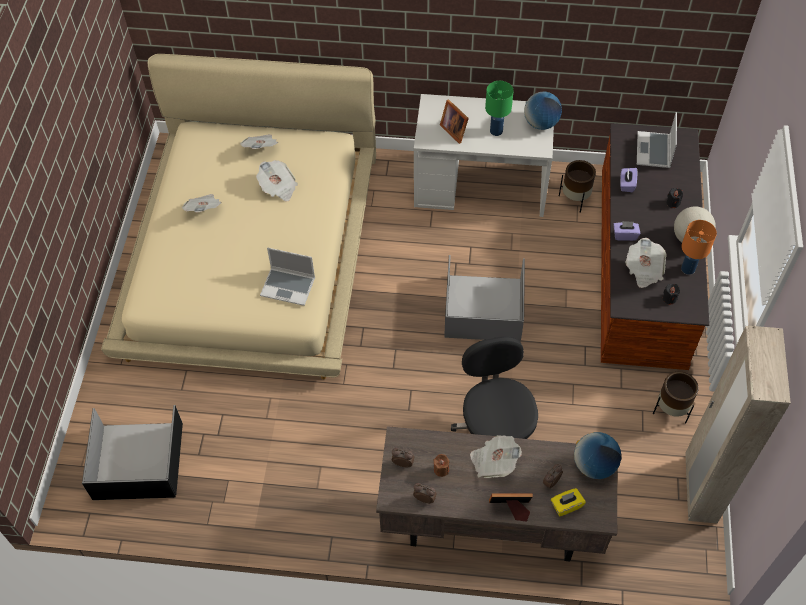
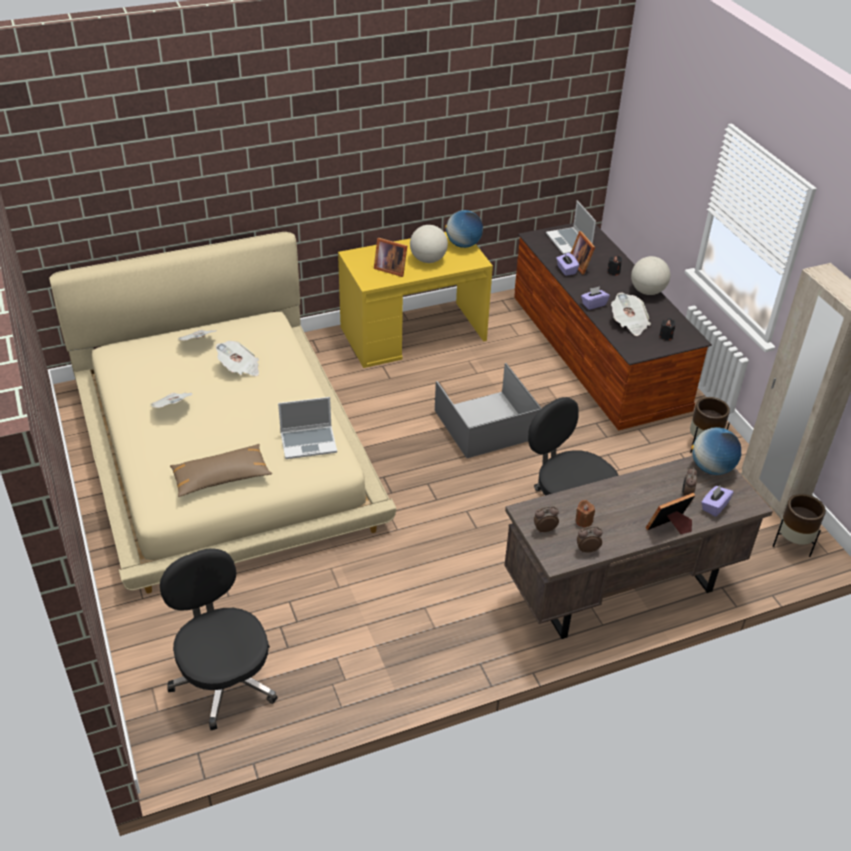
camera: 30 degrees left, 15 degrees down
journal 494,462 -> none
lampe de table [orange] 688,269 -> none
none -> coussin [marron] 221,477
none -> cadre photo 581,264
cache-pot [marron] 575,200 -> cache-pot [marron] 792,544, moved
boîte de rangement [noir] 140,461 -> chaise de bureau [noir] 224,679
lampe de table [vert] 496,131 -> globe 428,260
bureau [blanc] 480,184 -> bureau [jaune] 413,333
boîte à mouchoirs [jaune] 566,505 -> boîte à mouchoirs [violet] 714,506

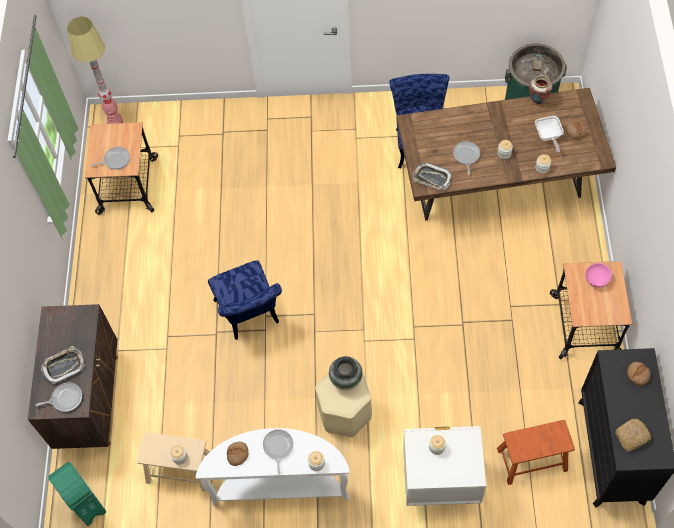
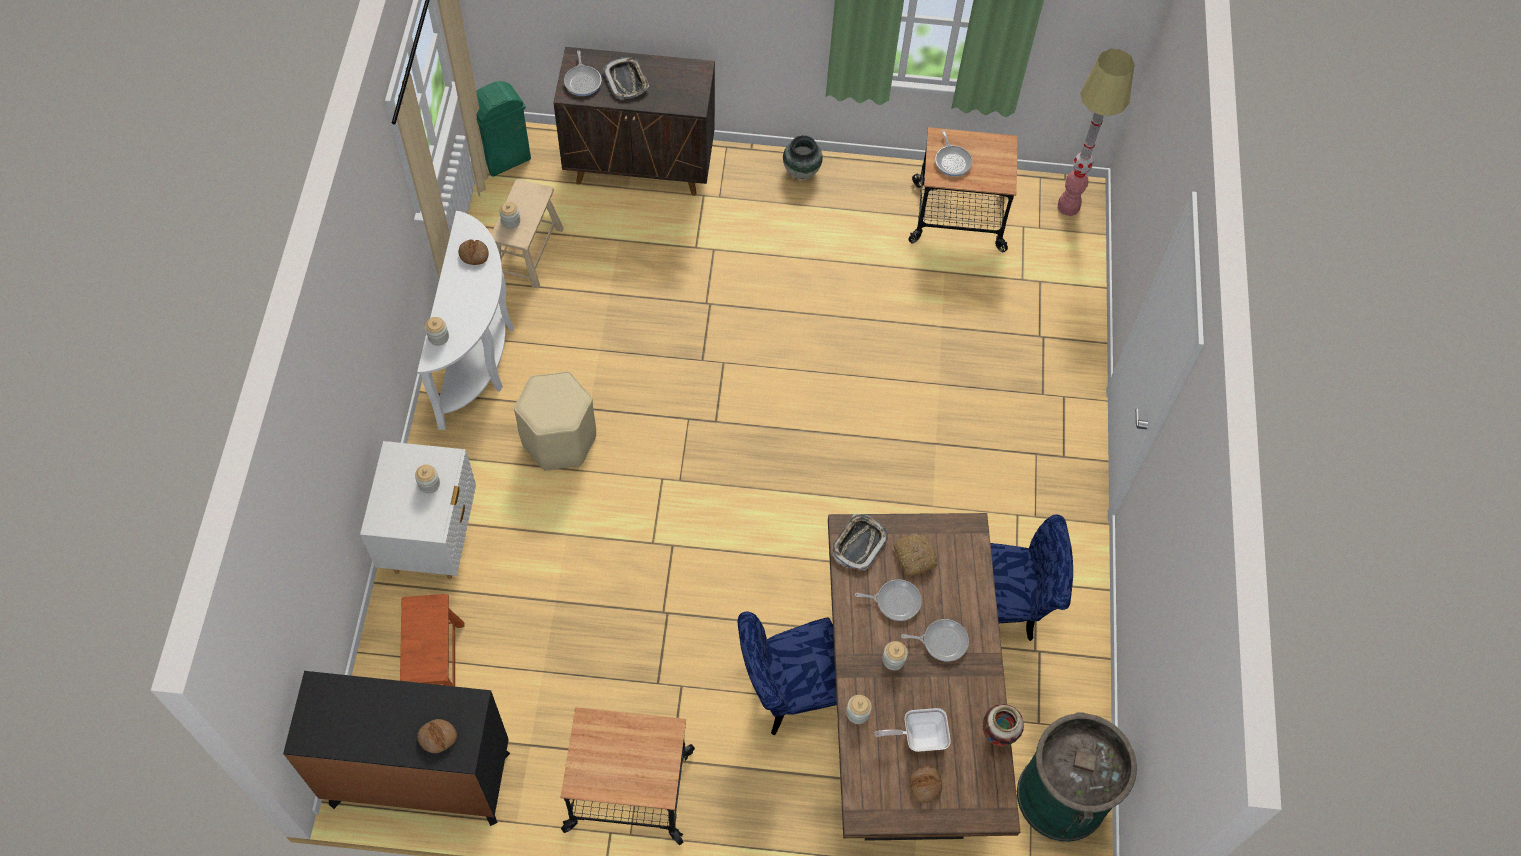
camera: 90 degrees right, 0 degrees up
bol [rose] 597,279 -> none
chaise [bleu] 249,316 -> chaise [bleu] 790,692, moved
poêle 277,447 -> poêle 942,641, moved
vase 345,380 -> vase 801,171, moved
pain 631,437 -> pain 914,557, moved

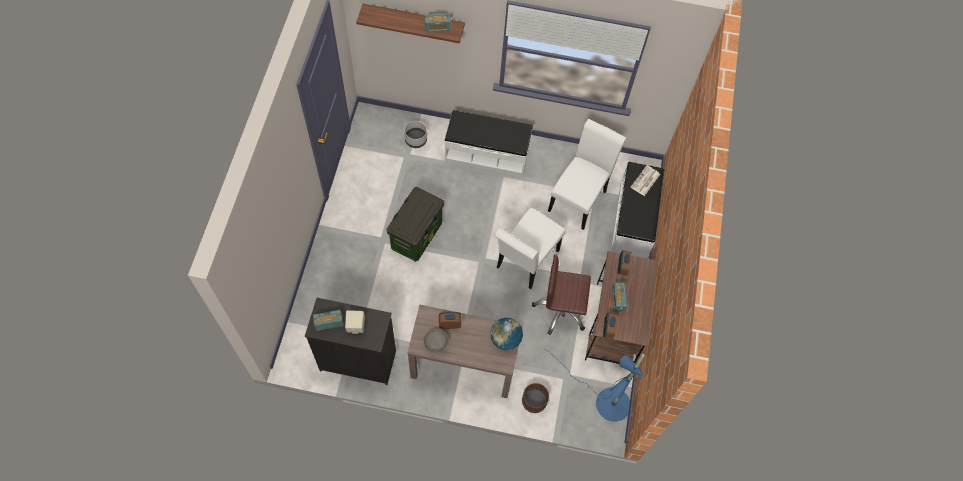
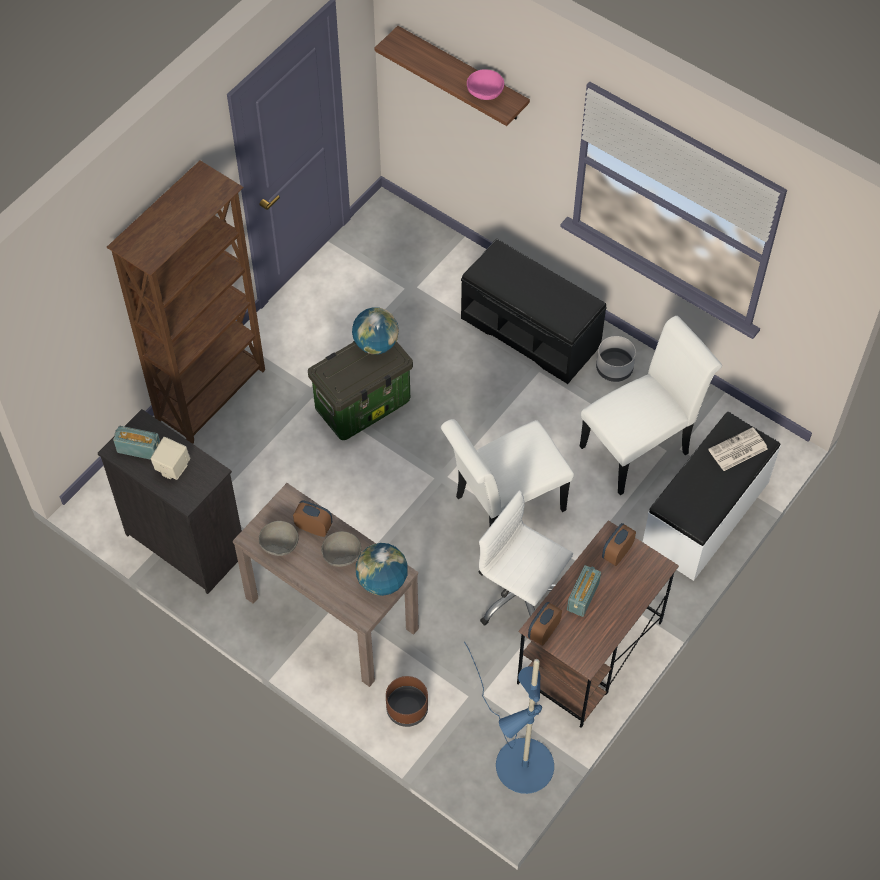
camera: 30 degrees right, 5 degrees down
none -> bibliothèque [marron] 212,395
none -> bol [gris] 342,555
none -> globe 376,344
cache-pot [gris] 416,139 -> cache-pot [gris] 614,368, moved
radio 437,27 -> bol [rose] 485,93
banc [blanc] 487,155 -> banc [noir] 531,331
chaise de bureau [marron] 561,310 -> chaise de bureau [blanc] 520,597

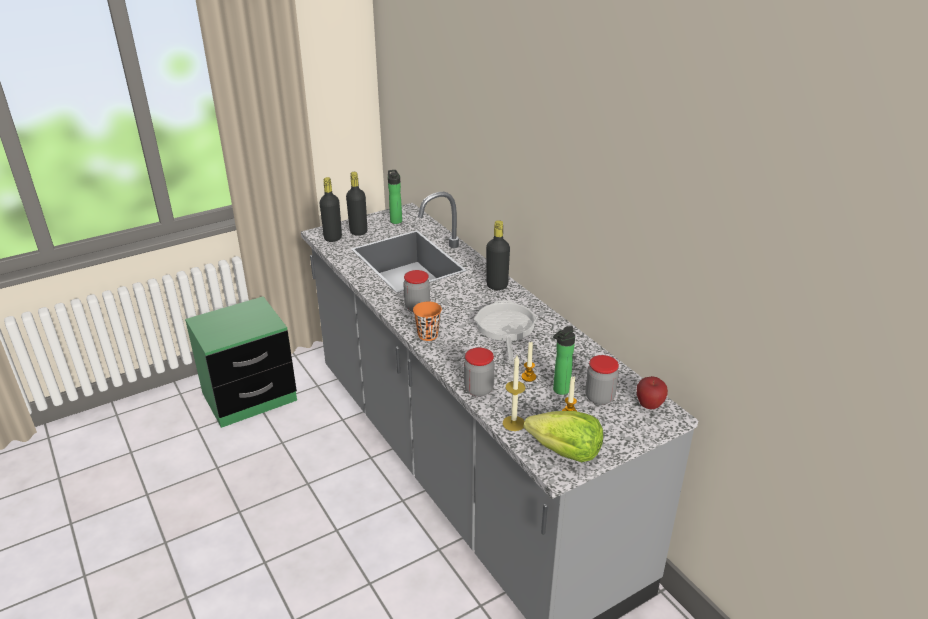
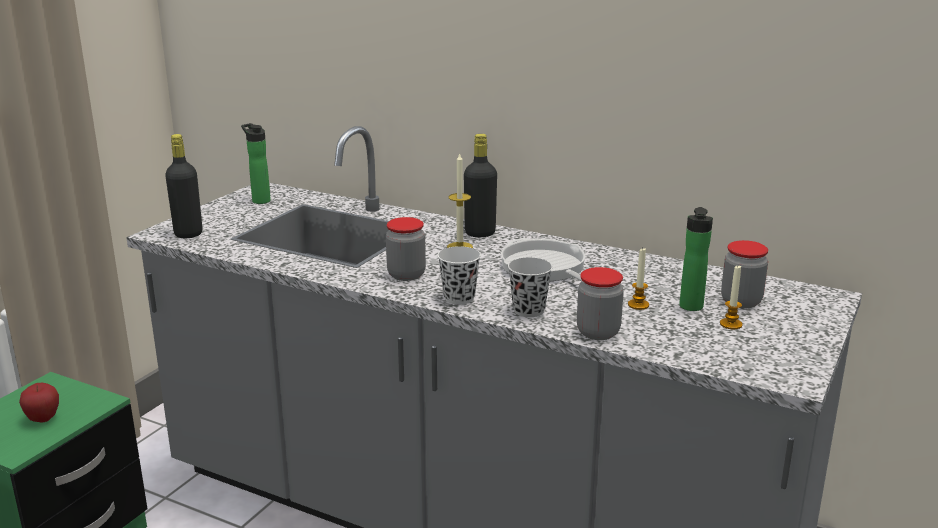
camera: 30 degrees left, 10 degrees down
bouteille [noir] 358,232 -> none
laitue 565,452 -> none
none -> tasse [noir] 528,310
bougie 513,423 -> bougie 459,247, moved
pomme 649,405 -> pomme 43,419, moved
tasse [orange] 428,335 -> tasse [blanc] 459,298

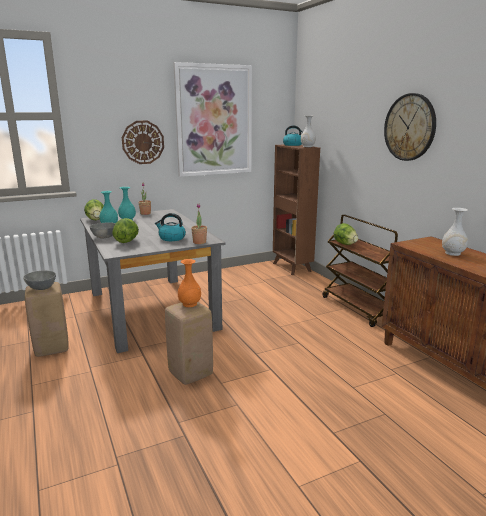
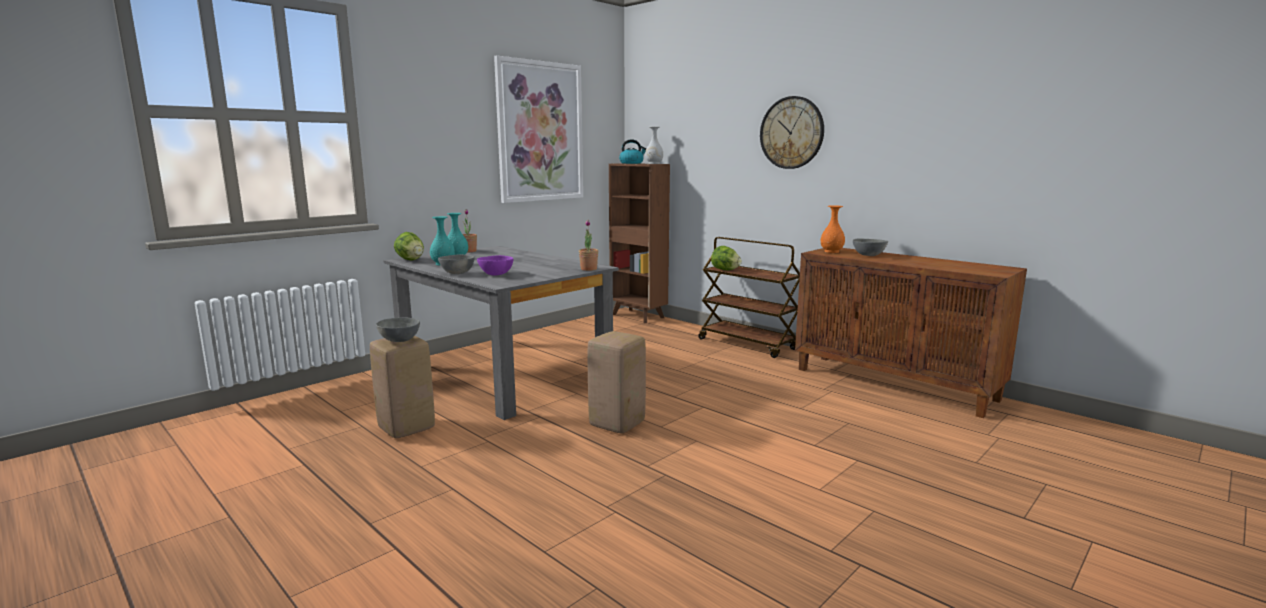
camera: 20 degrees left, 5 degrees down
horloge murale 143,142 -> none
bouilloire 171,238 -> none
vase [orange] 190,304 -> vase [orange] 832,252, moved
laitue 127,241 -> bol [violet] 495,274
vase [blanc] 452,253 -> bol [gris] 869,255

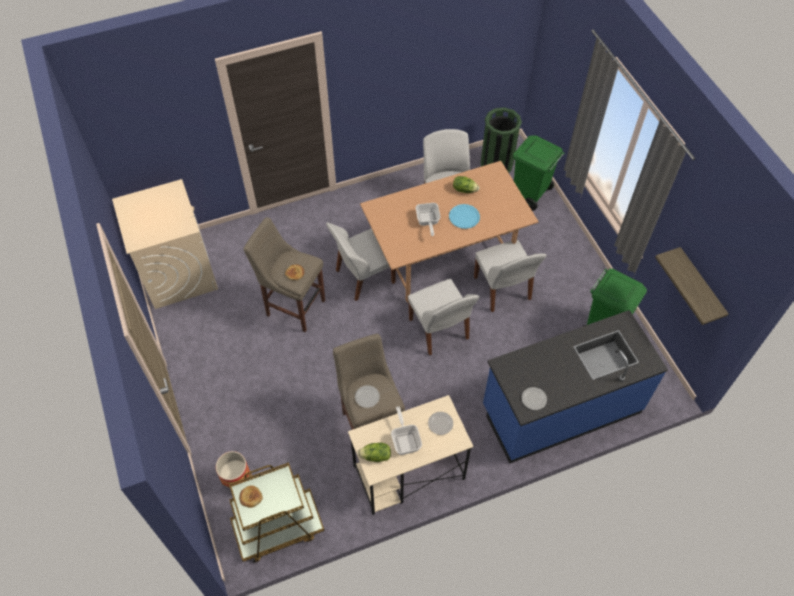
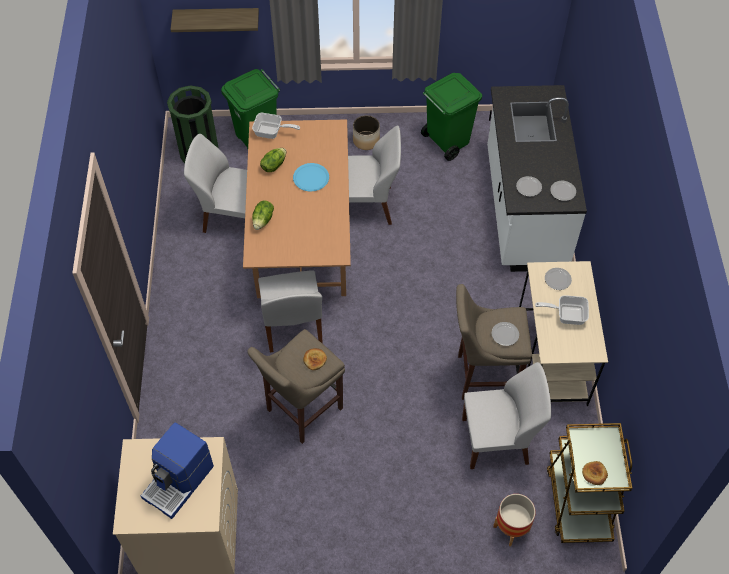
camera: 70 degrees left, 0 degrees up
none -> machine à café 179,482
none -> cache-pot 366,140
none -> assiette 528,187
laitue 376,456 -> laitue 263,220, moved
chaise [blanc] 439,330 -> chaise [blanc] 497,441, moved
poêle 427,222 -> poêle 271,132, moved
étagère 699,287 -> étagère 217,19, moved
comptoir de cuisine [bleu] 560,409 -> comptoir de cuisine [blanc] 523,209

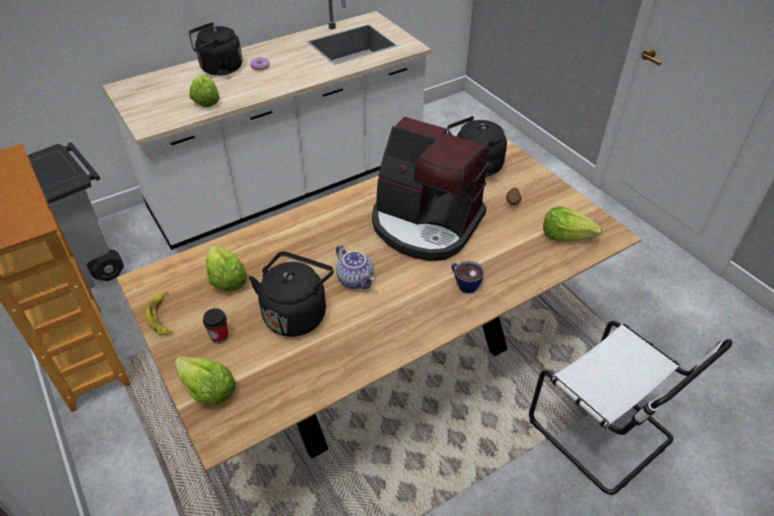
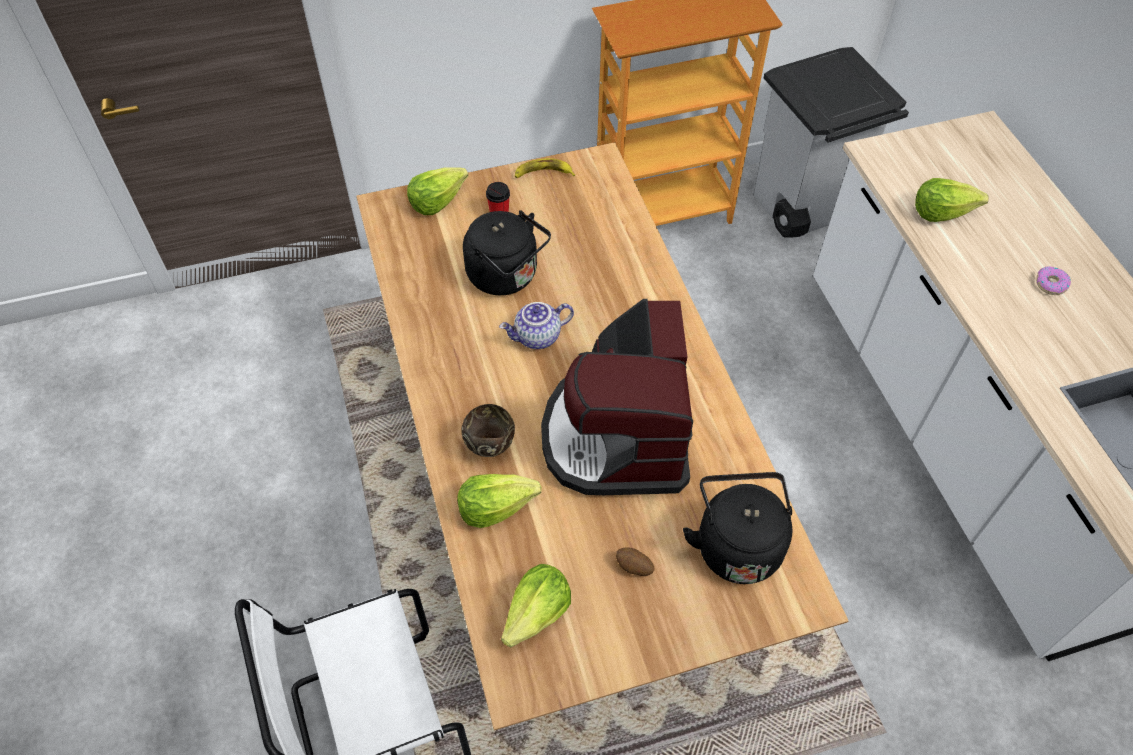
camera: 105 degrees right, 10 degrees up
bouilloire [noir] 219,69 -> none
laitue 226,279 -> laitue 495,506, moved
tasse 464,284 -> bol [marron] 490,447
machine à café 425,224 -> machine à café 617,436, 45 degrees counterclockwise

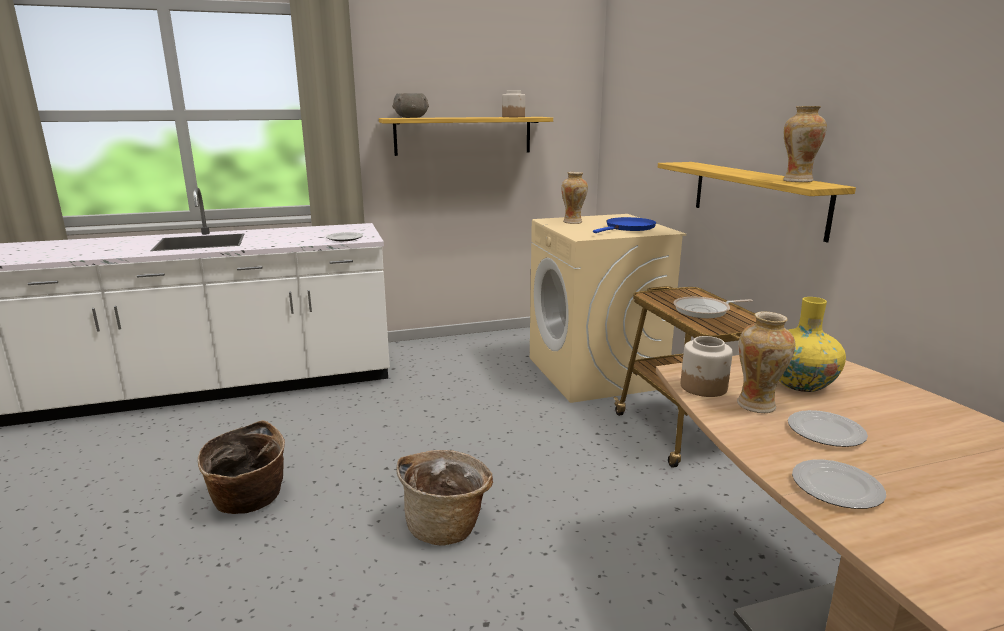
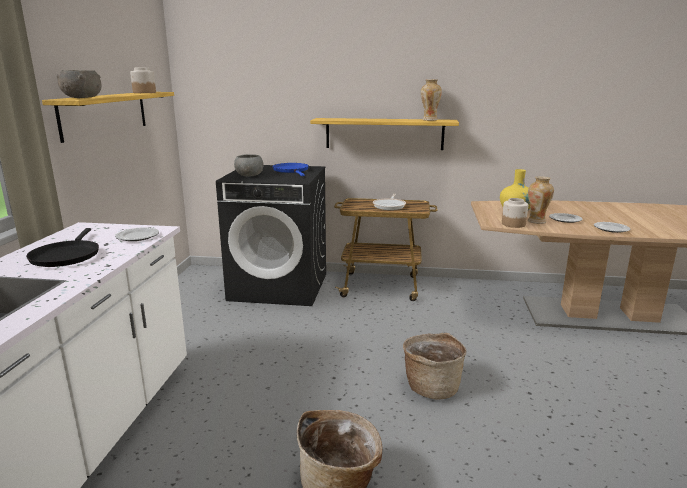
camera: 65 degrees left, 0 degrees up
none -> poêle [noir] 66,256
vase 573,222 -> bol [gris] 250,175
lave-linge [beige] 596,373 -> lave-linge [noir] 279,287

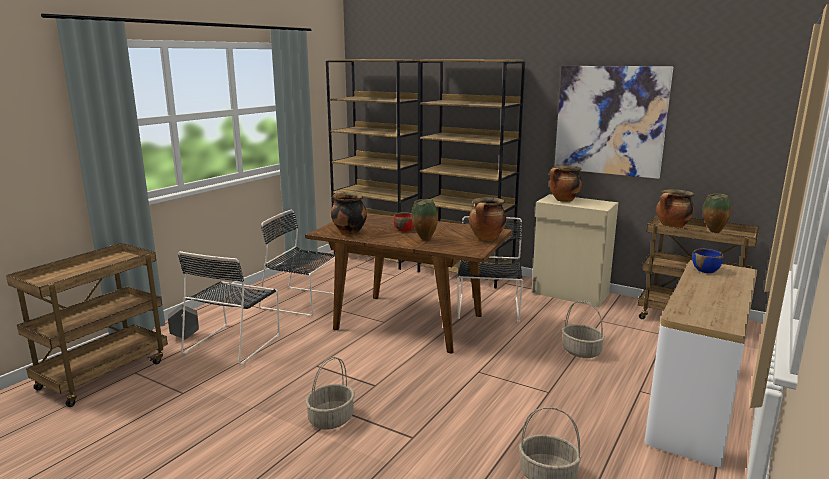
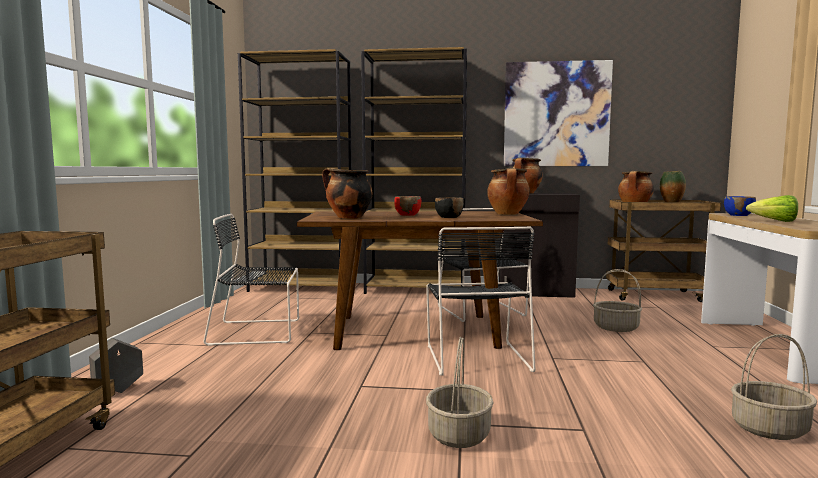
camera: 25 degrees left, 10 degrees down
none -> laitue 775,221
chaise [noir] 234,343 -> chaise [noir] 476,356, moved
vase 424,240 -> bol [noir] 449,217
meuble de rangement [beige] 570,294 -> meuble de rangement [noir] 536,292

